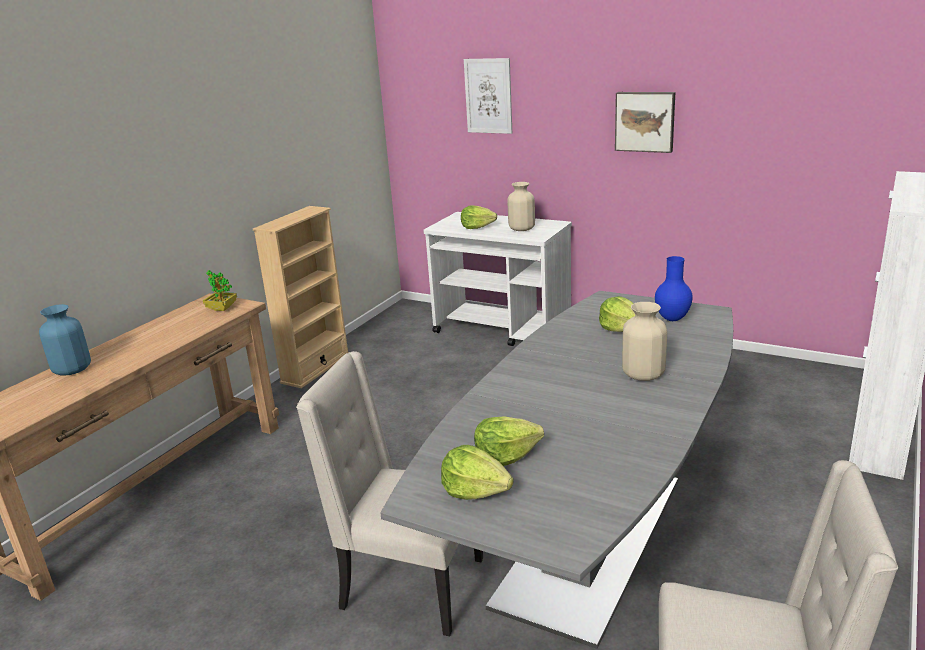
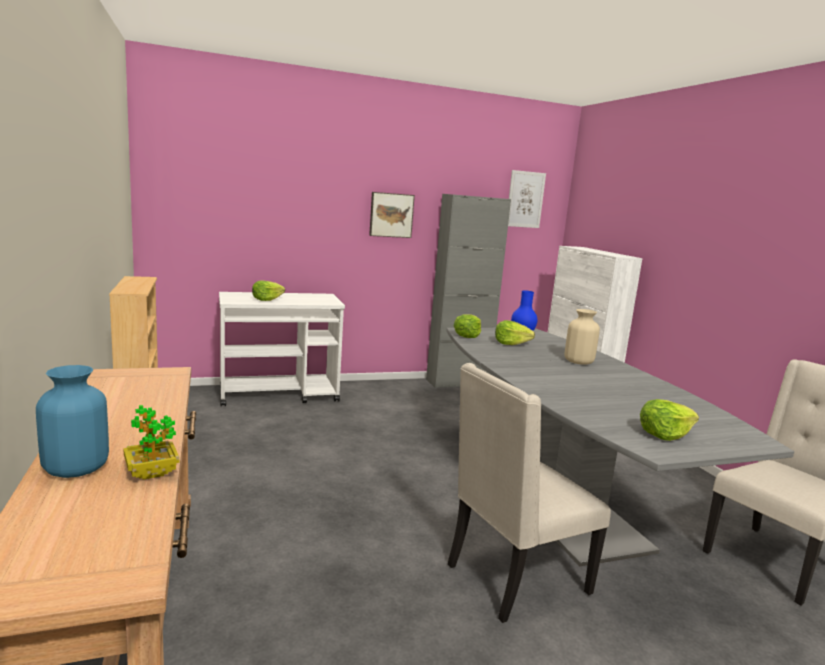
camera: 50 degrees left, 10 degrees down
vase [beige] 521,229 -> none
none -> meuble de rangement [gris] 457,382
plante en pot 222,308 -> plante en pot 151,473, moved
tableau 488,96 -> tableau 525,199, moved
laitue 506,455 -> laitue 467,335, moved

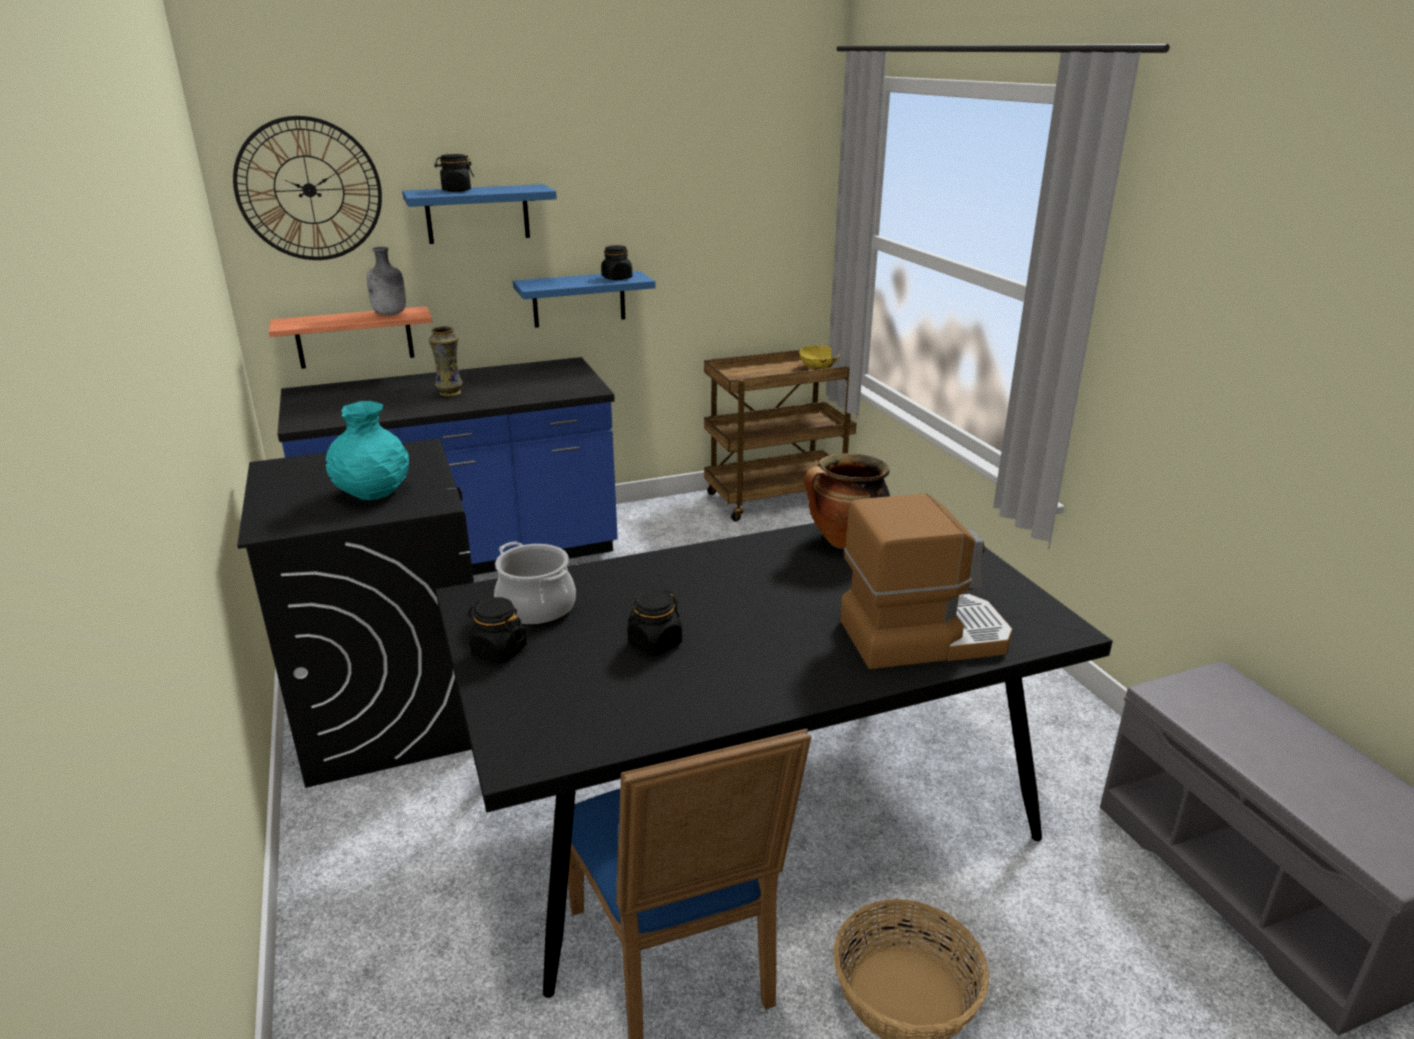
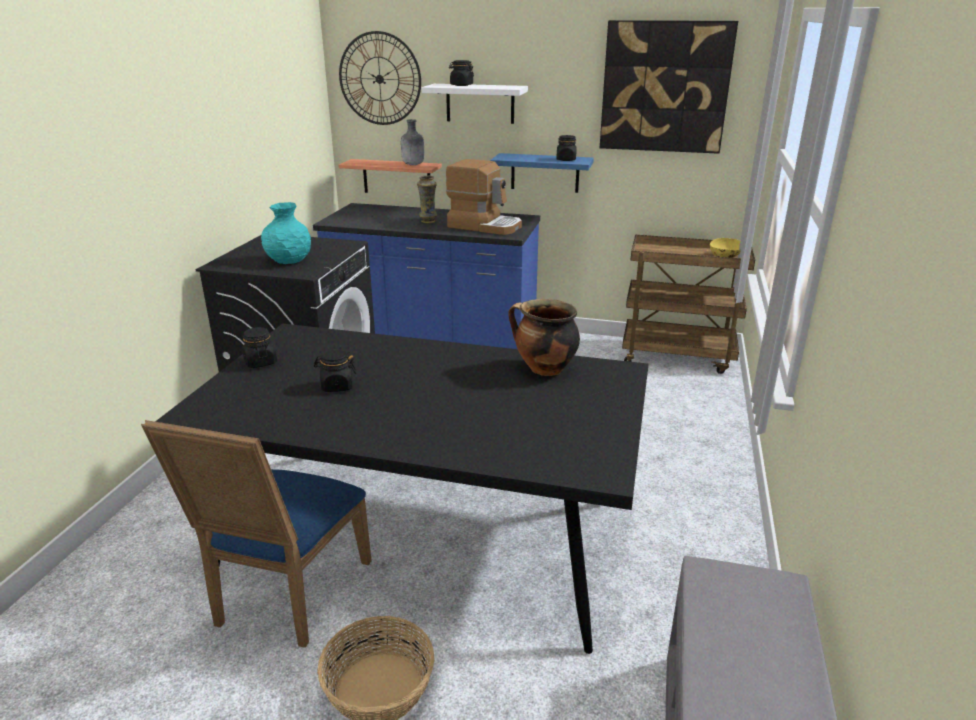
camera: 35 degrees right, 0 degrees up
marmite 536,609 -> none
none -> tableau 665,87
machine à café 923,635 -> machine à café 485,226, moved
étagère [bleu] 477,214 -> étagère [blanc] 480,103

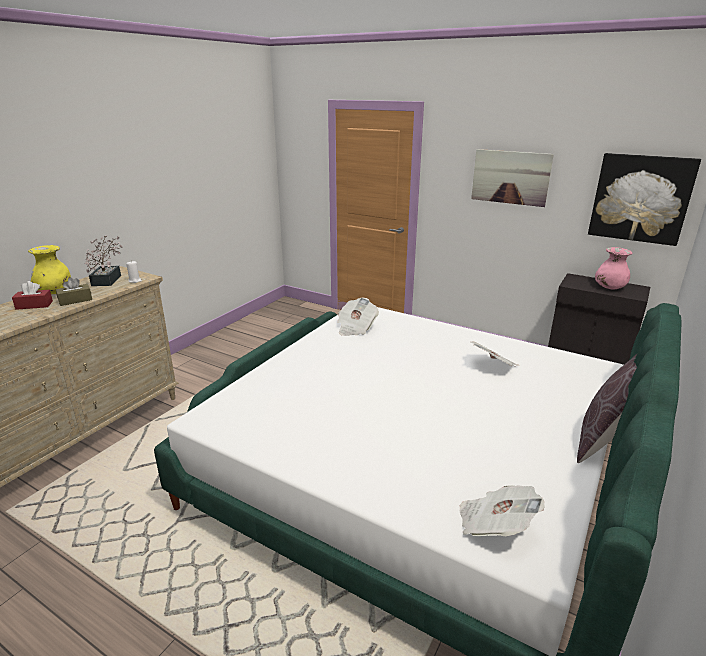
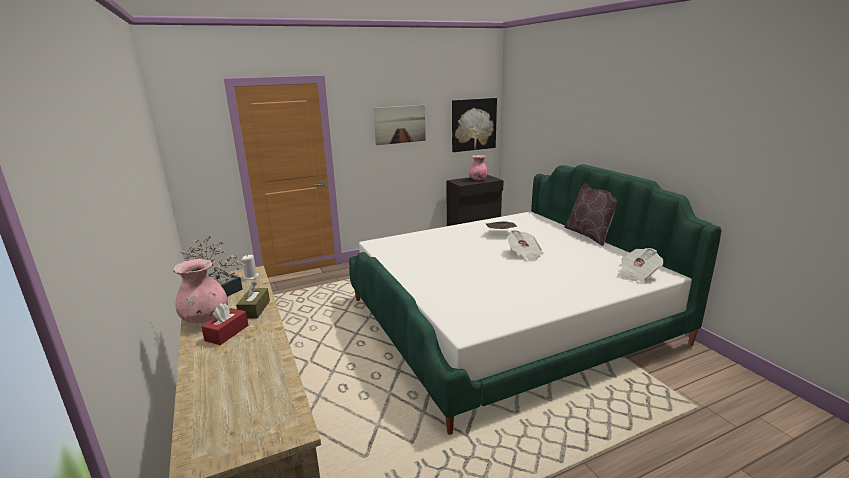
camera: 55 degrees left, 5 degrees down
journal 355,328 -> journal 524,254, moved
vase [jaune] 55,293 -> vase [rose] 205,319

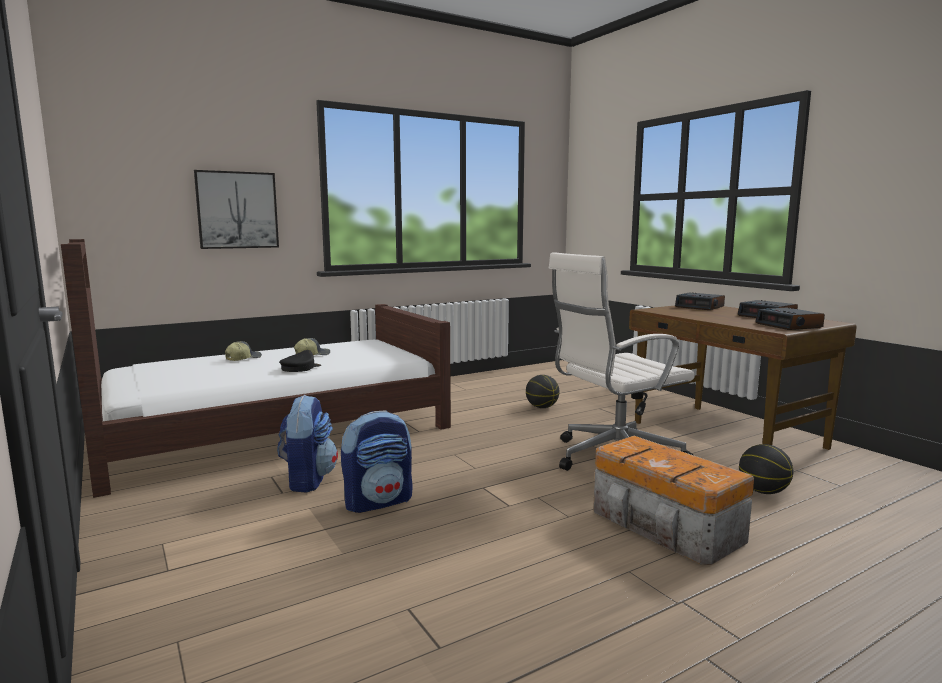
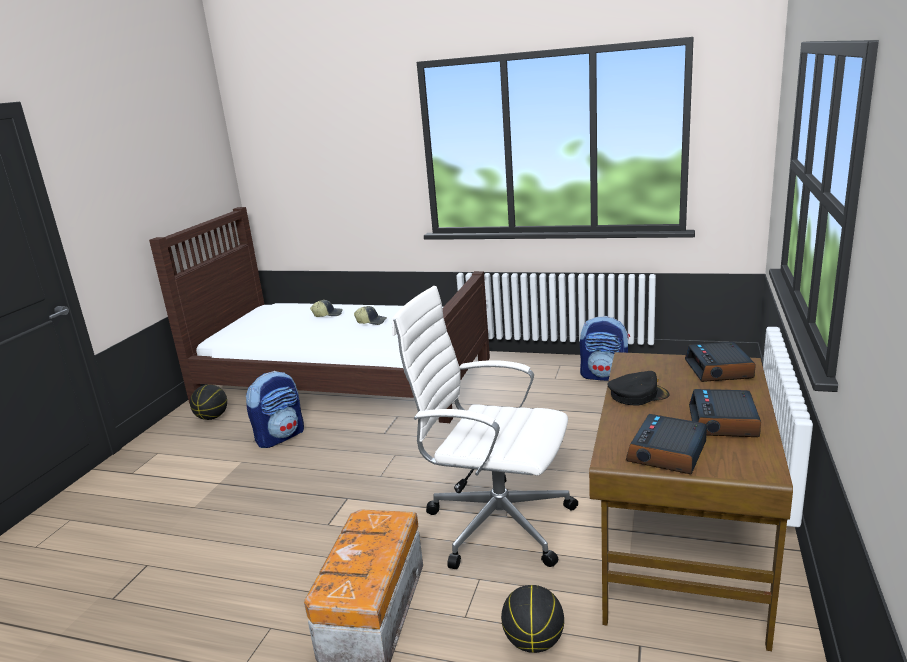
camera: 50 degrees right, 10 degrees up
tableau 237,210 -> none
casquette [noir] 300,368 -> casquette [noir] 638,395, moved
sac à dos 379,501 -> sac à dos 605,376, moved
ballon de basket 542,407 -> ballon de basket 212,417, moved

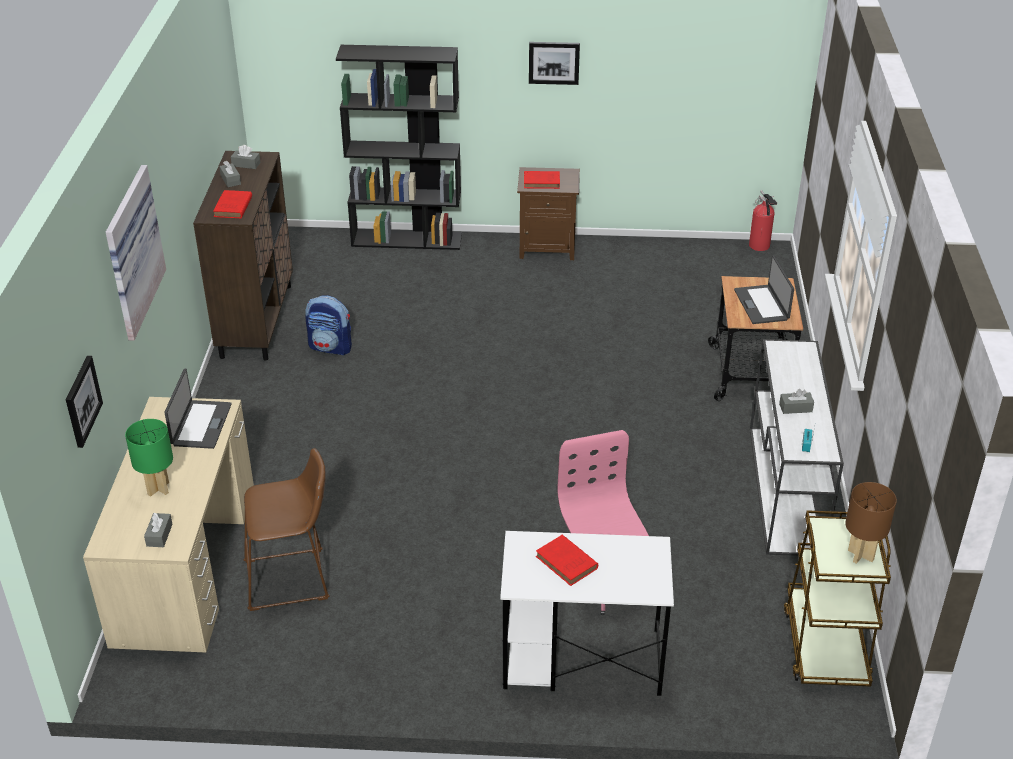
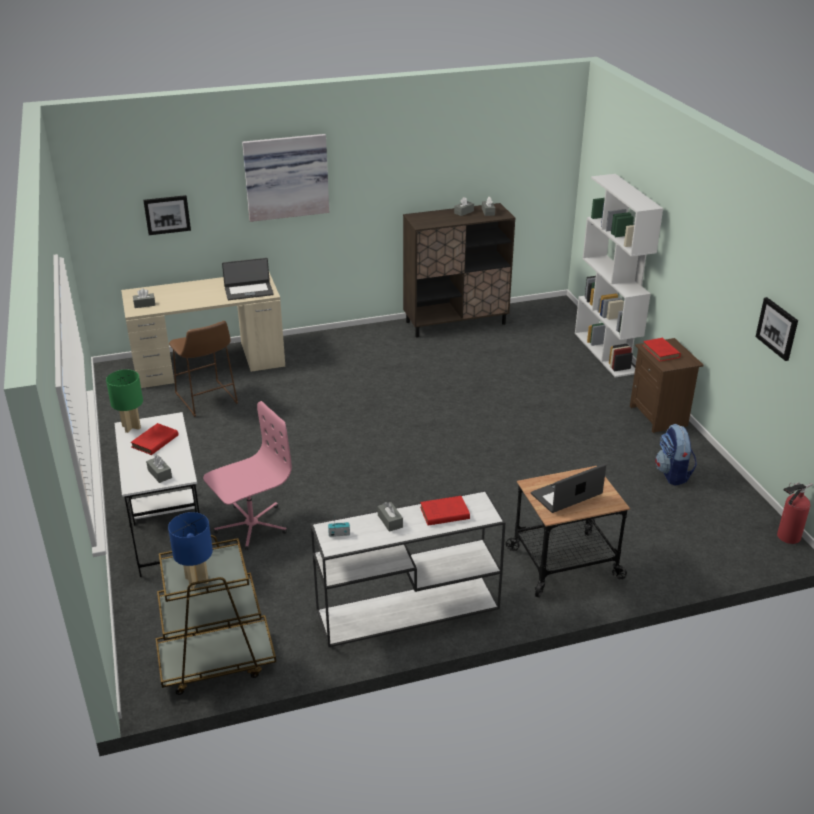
camera: 70 degrees right, 5 degrees down
none -> boîte à mouchoirs [gris] 160,474
lampe de table [vert] 158,488 -> lampe de table [vert] 132,427, moved
livre [rouge] 232,208 -> livre [rouge] 443,513, moved
sac à dos 331,347 -> sac à dos 673,474, moved
tableau 554,62 -> tableau 777,328, moved
bibliothèque [noir] 407,239 -> bibliothèque [blanc] 606,353
lampe de table [marron] 860,555 -> lampe de table [bleu] 197,580

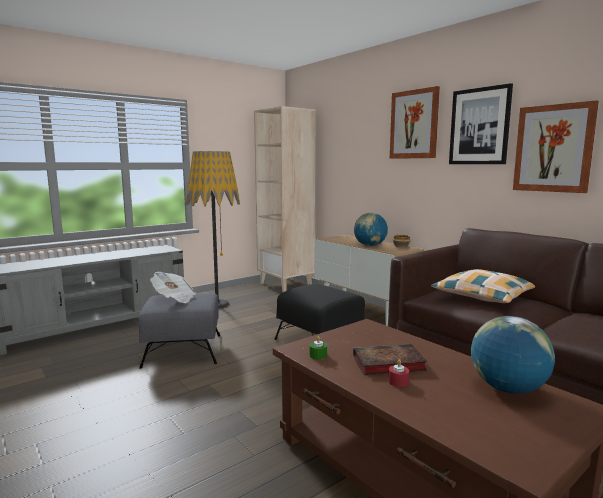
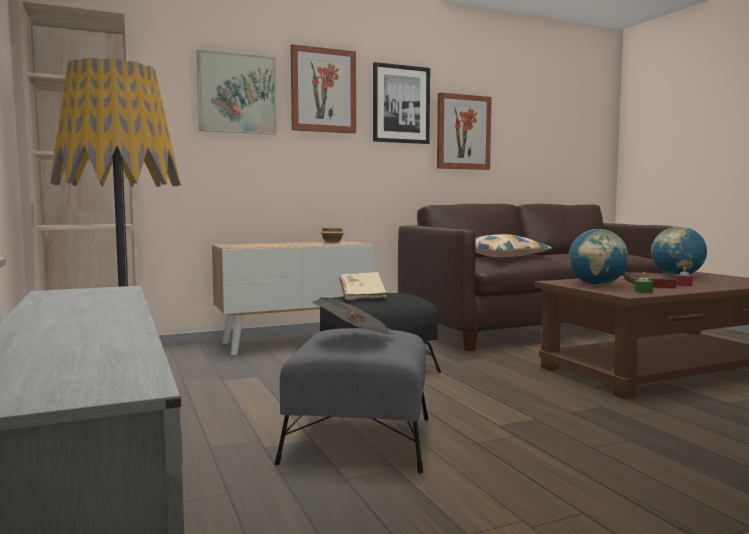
camera: 75 degrees left, 5 degrees down
none -> tableau 237,93
none -> livre [beige] 362,296
globe 370,246 -> globe 596,285, moved

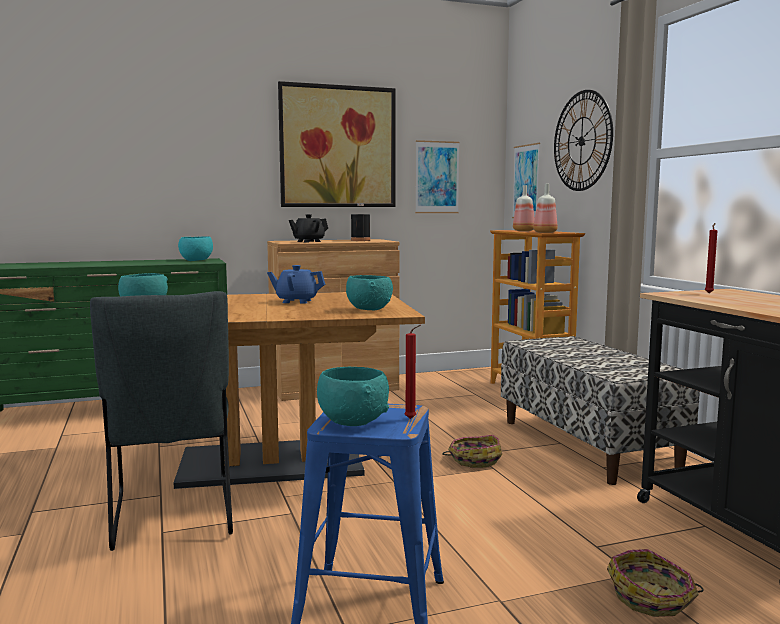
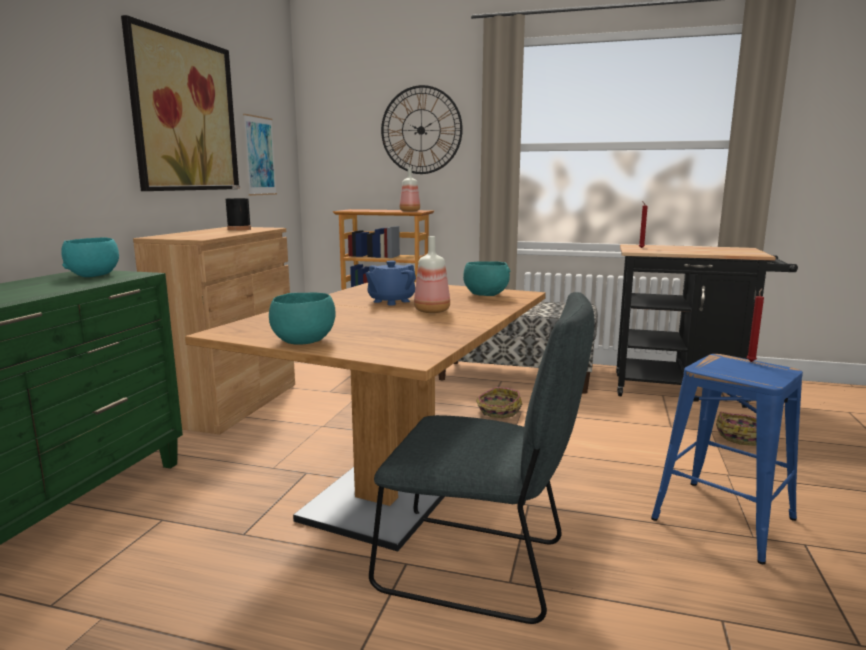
camera: 55 degrees left, 5 degrees up
théière [noir] 308,241 -> none
bol [turquoise] 353,422 -> none
tableau 526,181 -> none
bouteille 524,231 -> bouteille 432,311, moved

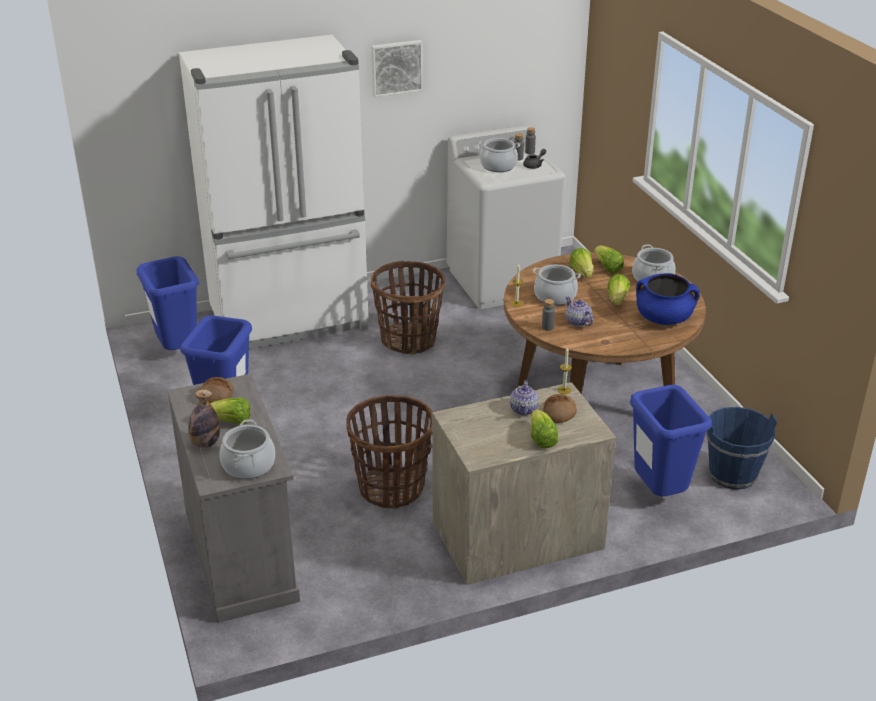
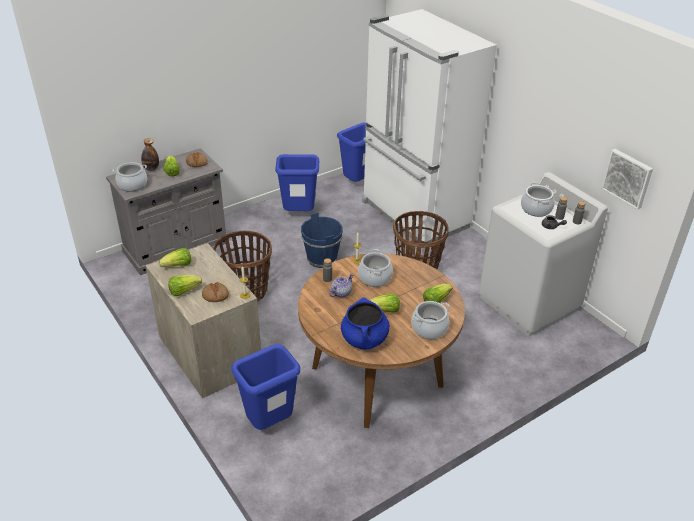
camera: 75 degrees right, 5 degrees up
théière 524,409 -> none
tableau 396,67 -> tableau 628,178, moved
laitue 582,273 -> laitue 178,266, moved
seau [bleu] 732,475 -> seau [bleu] 321,259, moved

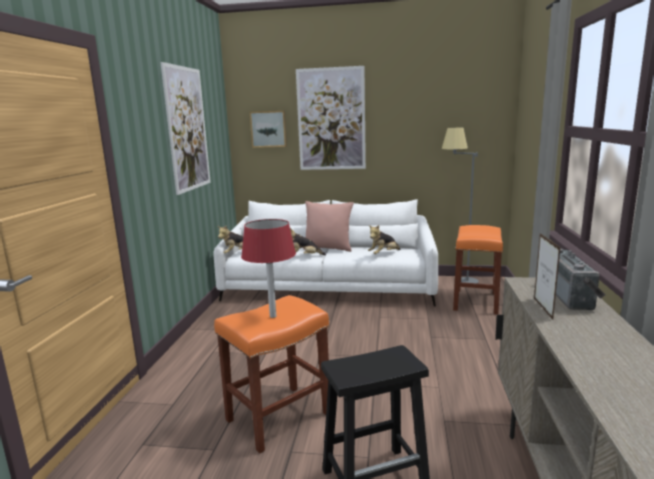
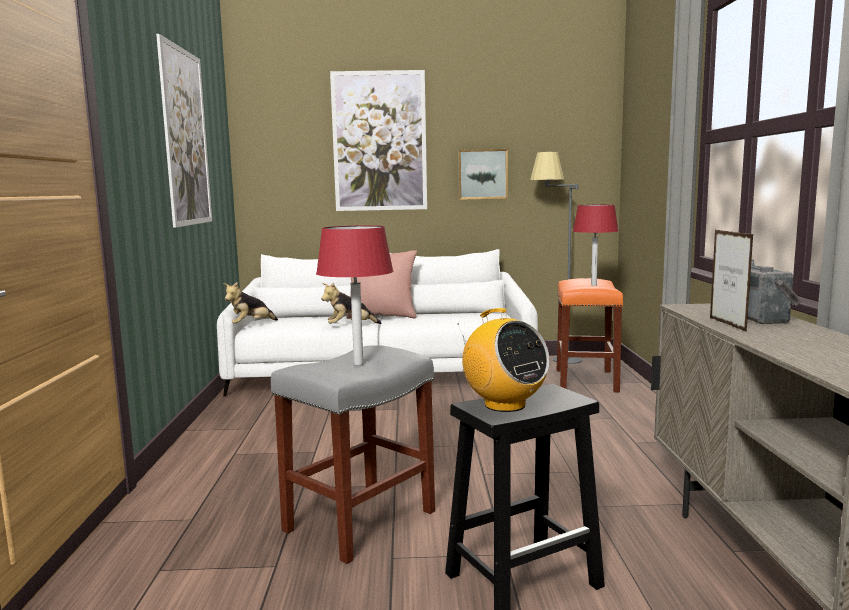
camera: 10 degrees left, 5 degrees down
peluche 383,254 -> none
none -> radio 504,405
none -> lampe de table [rouge] 594,285
tableau 269,129 -> tableau 482,174, moved
tabouret [orange] 279,416 -> tabouret [gris] 361,520

